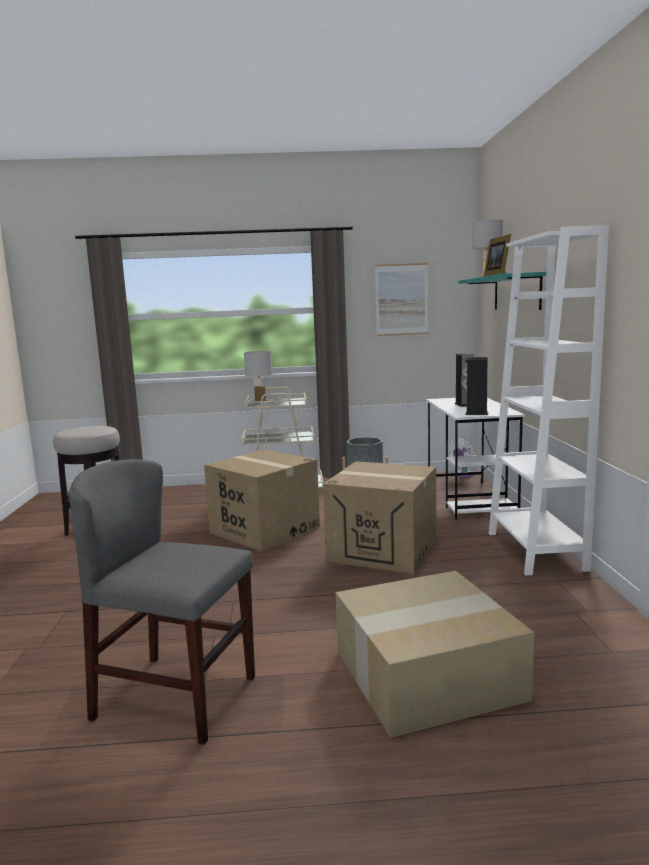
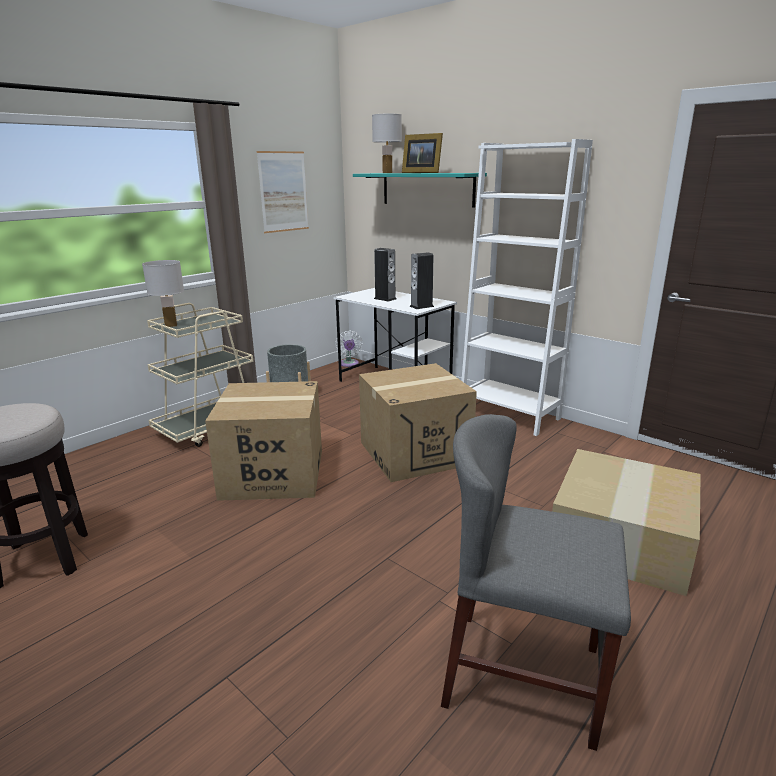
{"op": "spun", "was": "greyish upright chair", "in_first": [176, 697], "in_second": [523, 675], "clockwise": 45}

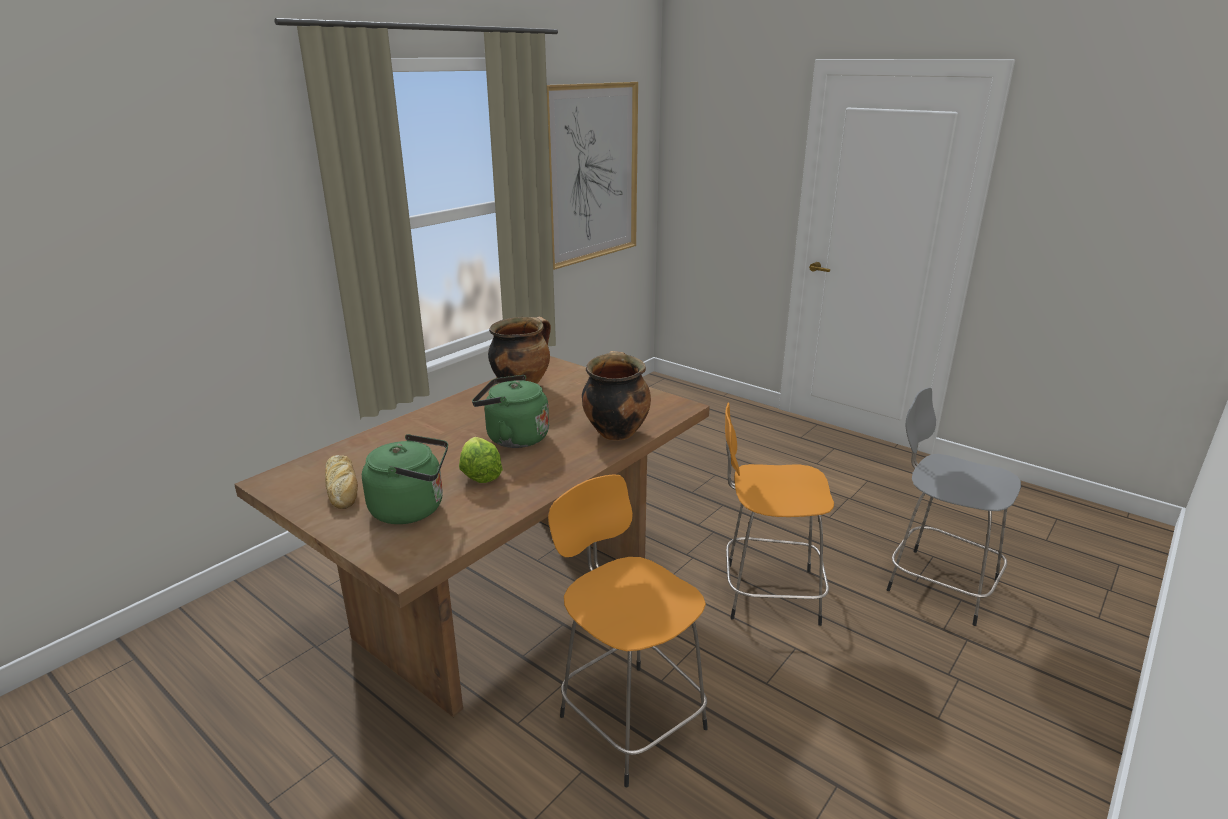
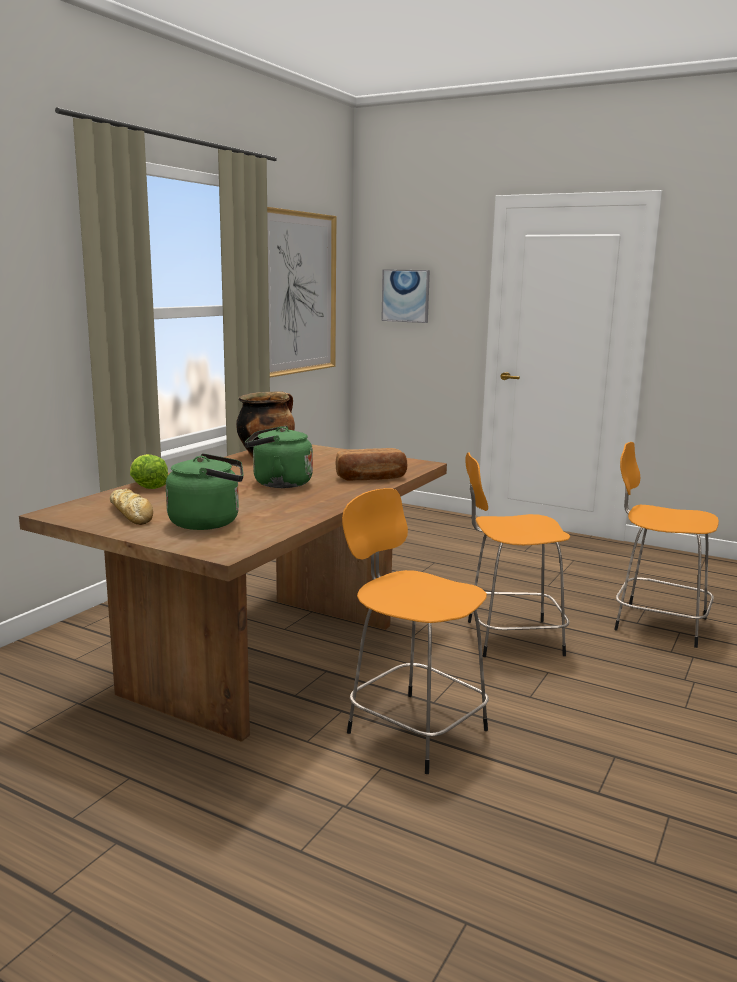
{"op": "relocated", "was": "lettuce head", "in_first": [480, 473], "in_second": [147, 485]}
{"op": "exchanged", "was": "stockpot", "now": "bread", "in_first": [615, 432], "in_second": [371, 478]}
{"op": "colour", "was": "greyish stool", "now": "orange-coloured stool", "in_first": [937, 584], "in_second": [656, 623]}
{"op": "appeared", "now": "wall art", "in_second": [405, 296]}

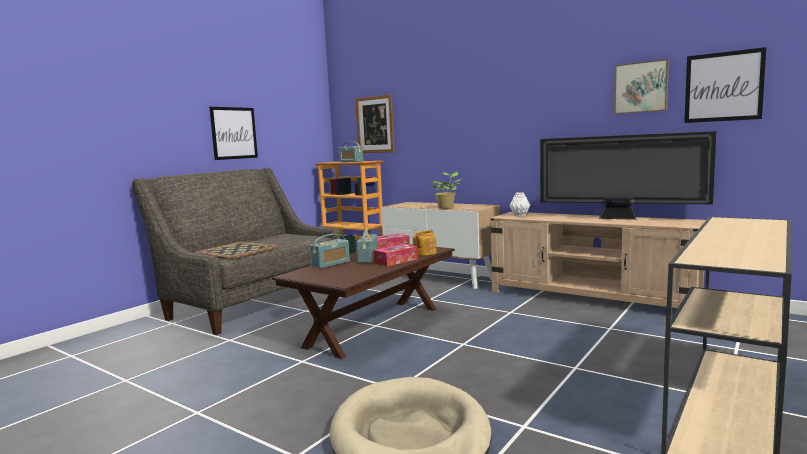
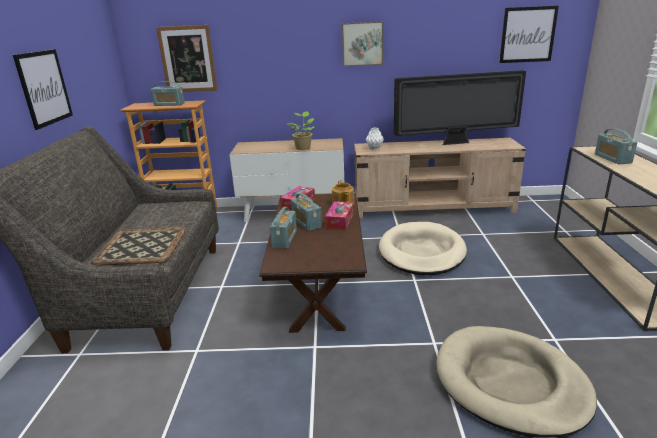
{"op": "relocated", "was": "wall art", "in_first": [641, 87], "in_second": [362, 44]}
{"op": "appeared", "now": "beige-coloured dog cushion", "in_second": [421, 252]}
{"op": "appeared", "now": "radio receiver", "in_second": [612, 159]}

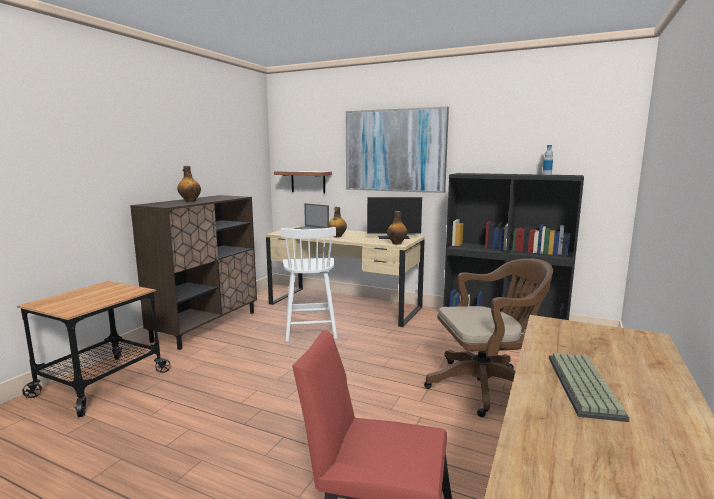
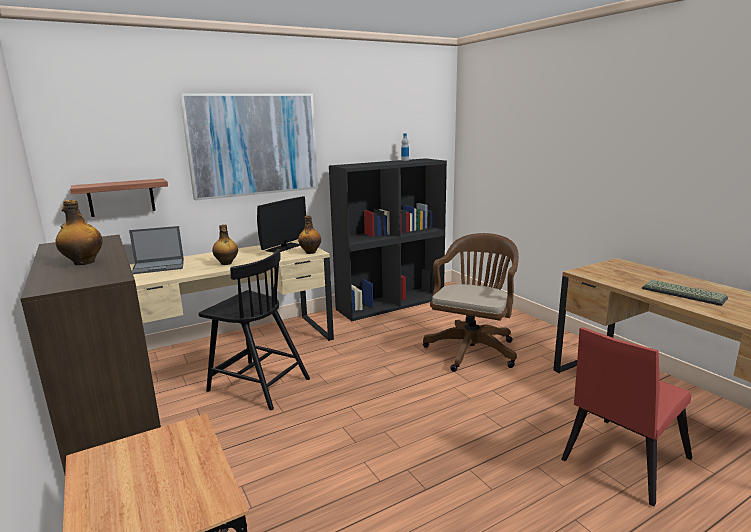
{"op": "colour", "was": "white upright chair", "now": "black-coloured upright chair", "in_first": [310, 327], "in_second": [257, 384]}

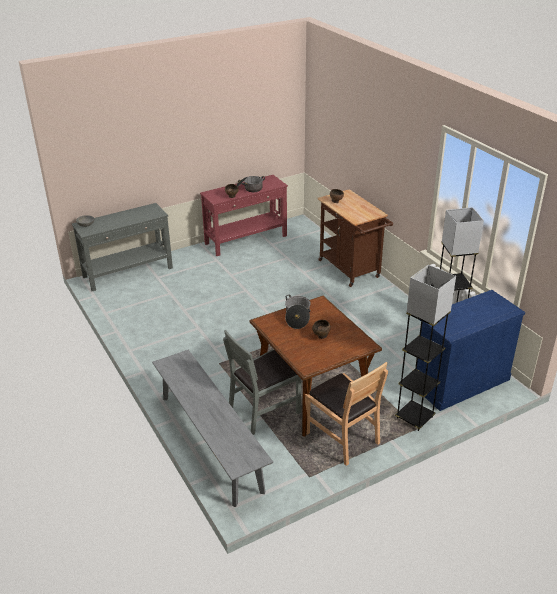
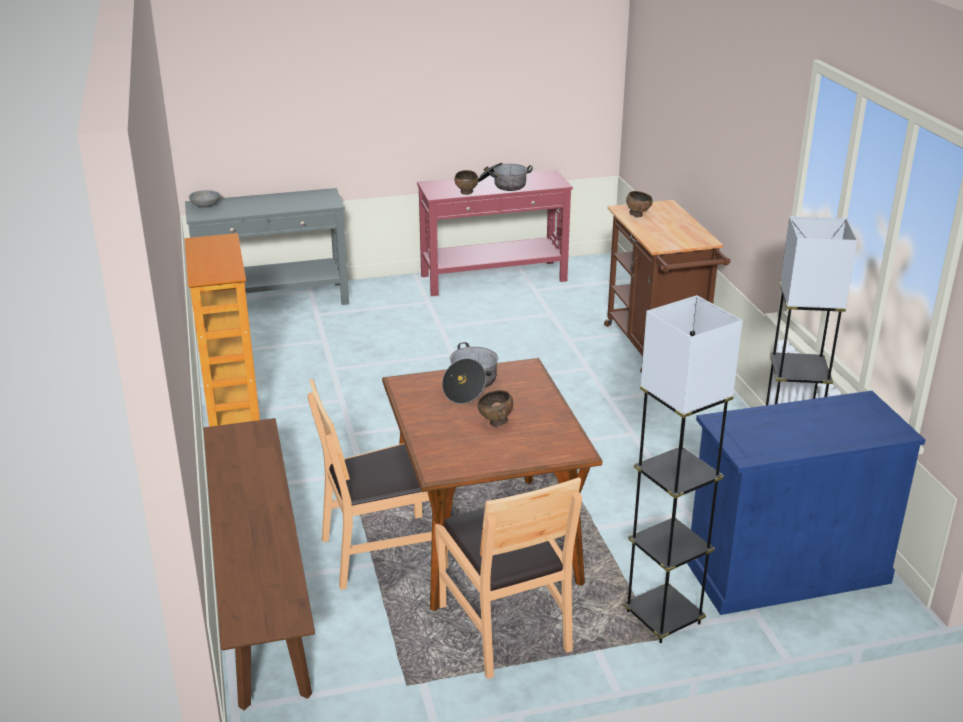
{"op": "colour", "was": "greyish bench", "now": "brown bench", "in_first": [210, 442], "in_second": [260, 587]}
{"op": "colour", "was": "greyish upright chair", "now": "brown upright chair", "in_first": [264, 410], "in_second": [383, 551]}
{"op": "appeared", "now": "bookcase", "in_second": [233, 420]}

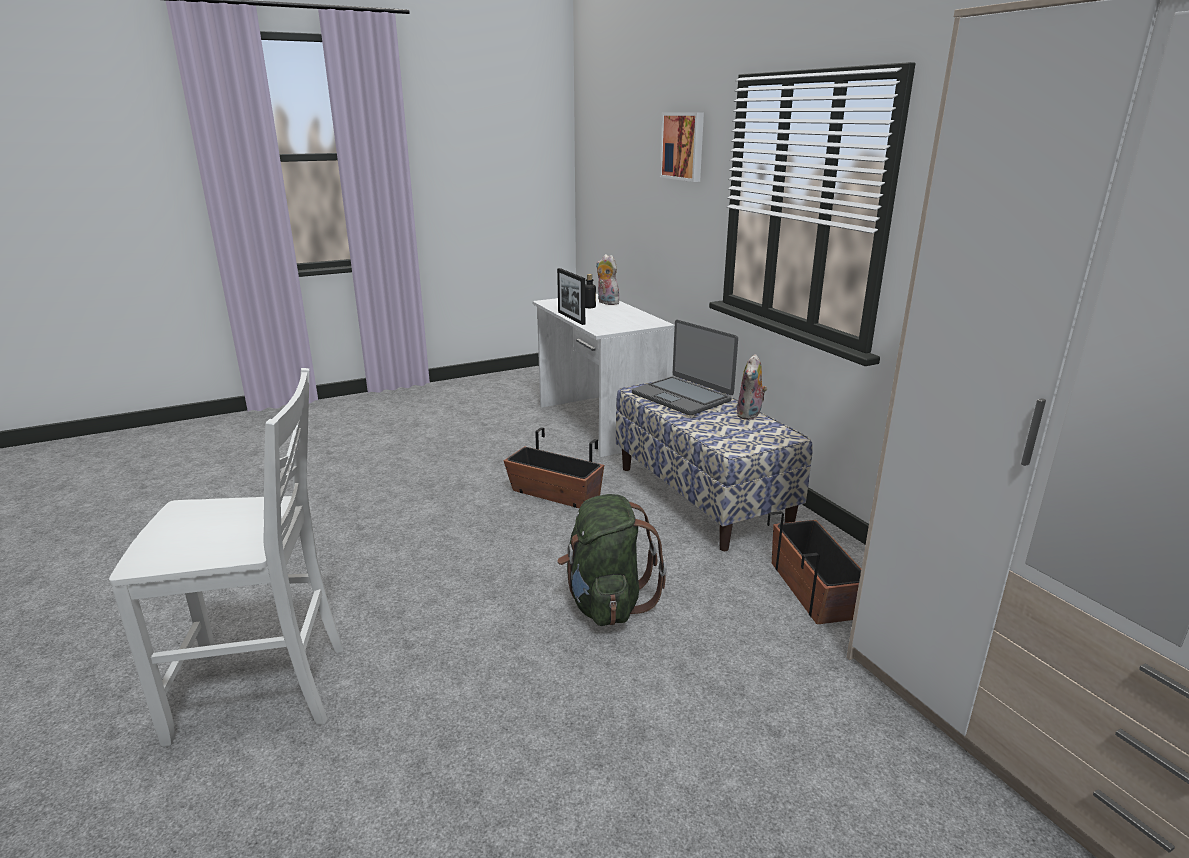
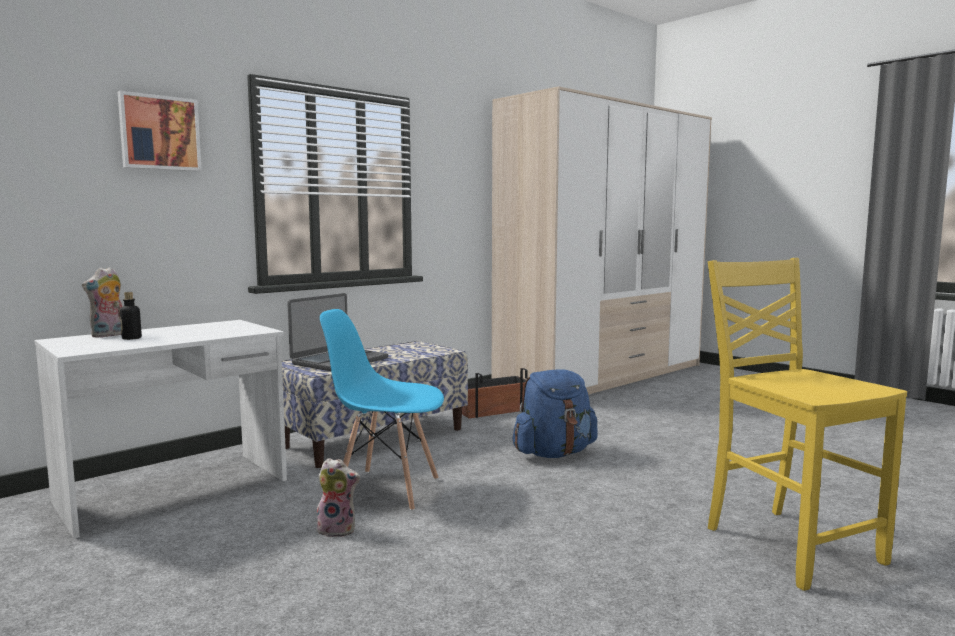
{"op": "colour", "was": "white upright chair", "now": "yellow upright chair", "in_first": [265, 691], "in_second": [789, 544]}
{"op": "exchanged", "was": "plant pot", "now": "blue upright chair", "in_first": [555, 494], "in_second": [386, 489]}
{"op": "missing", "was": "photo frame", "in_first": [571, 318]}
{"op": "colour", "was": "green-coloured backpack", "now": "blue backpack", "in_first": [606, 603], "in_second": [554, 453]}
{"op": "relocated", "was": "cuddly toy", "in_first": [750, 415], "in_second": [338, 529]}

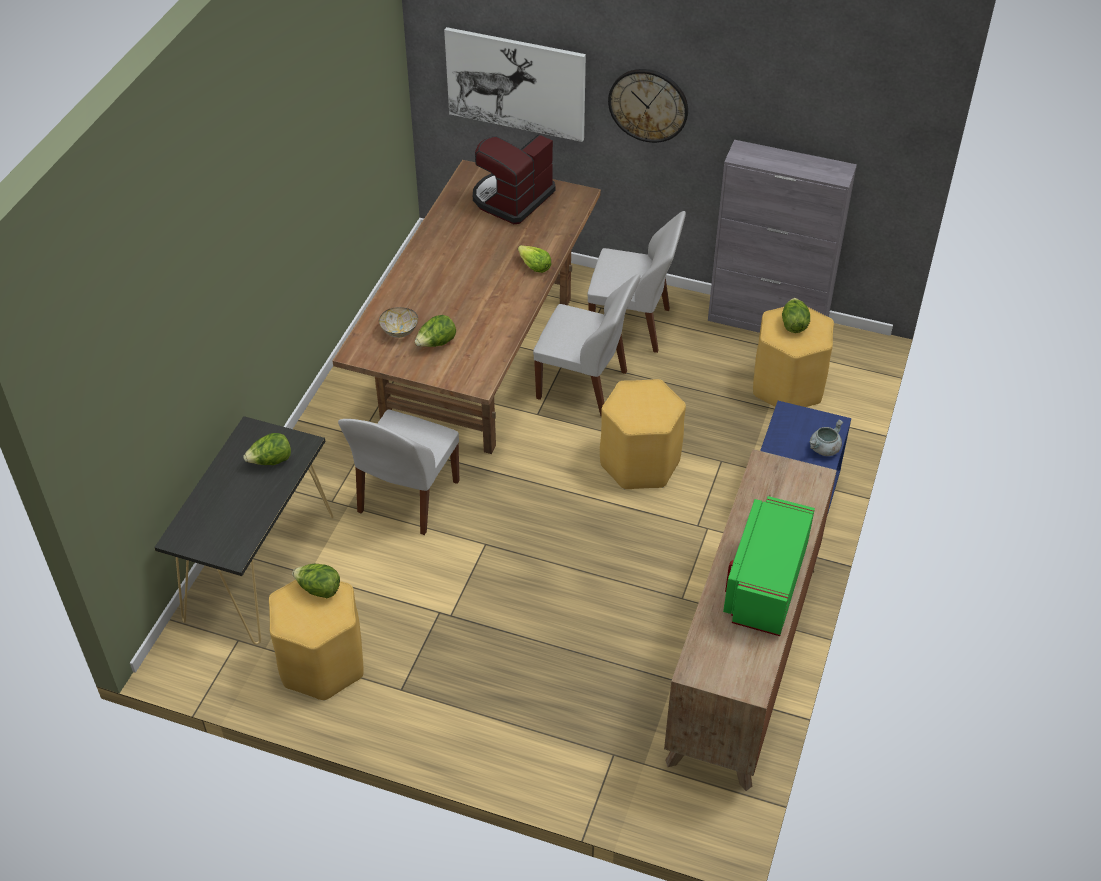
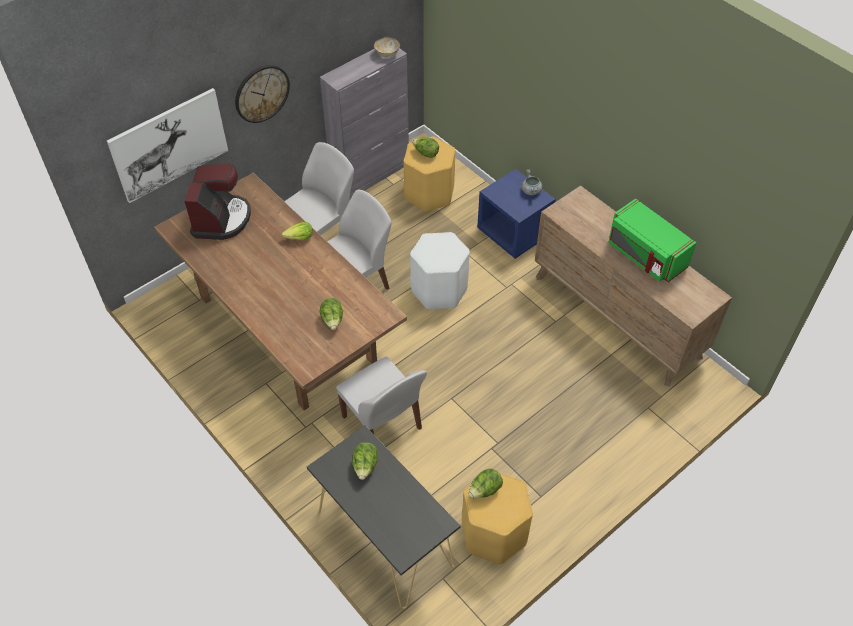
{"op": "relocated", "was": "bowl", "in_first": [400, 331], "in_second": [387, 54]}
{"op": "spun", "was": "coffee brewer", "in_first": [512, 198], "in_second": [221, 219], "clockwise": -150}
{"op": "colour", "was": "yellow stool", "now": "white stool", "in_first": [640, 463], "in_second": [439, 290]}

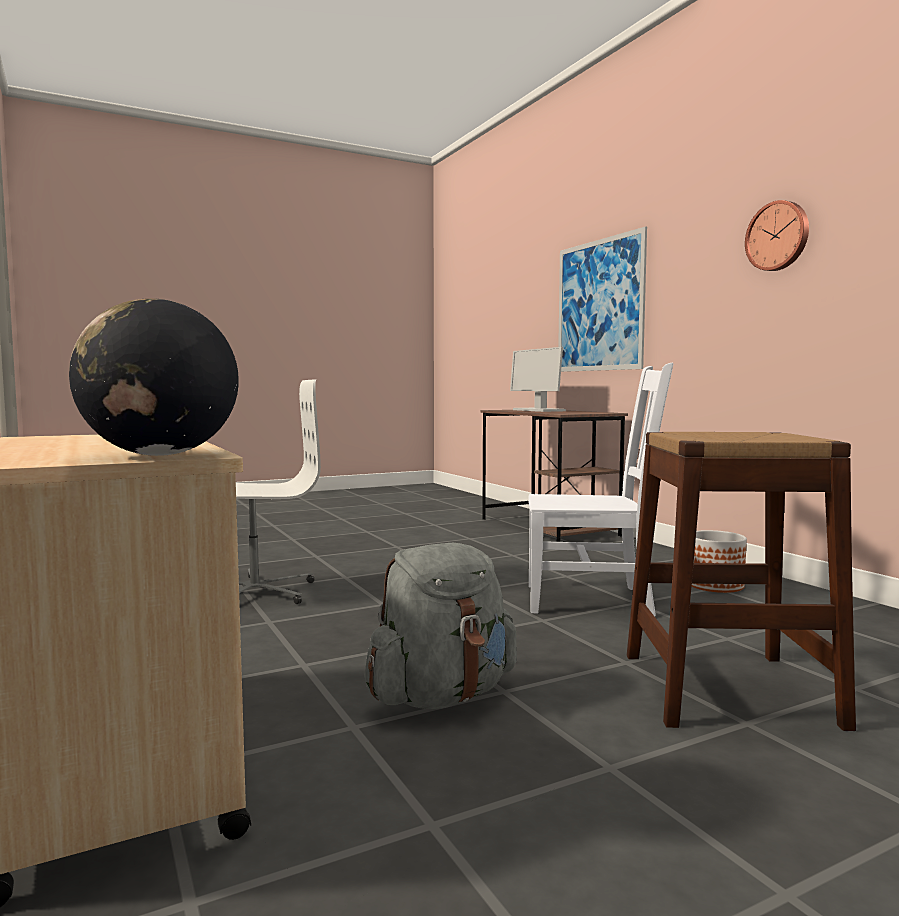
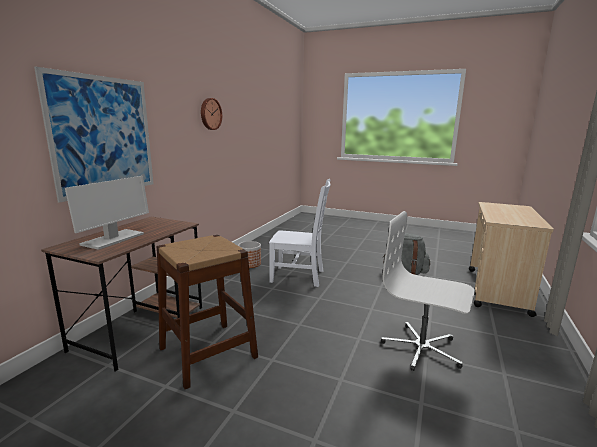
{"op": "missing", "was": "globe", "in_first": [160, 455]}
{"op": "spun", "was": "white upright chair", "in_first": [592, 600], "in_second": [299, 276], "clockwise": 135}
{"op": "relocated", "was": "brown stool", "in_first": [726, 688], "in_second": [208, 352]}

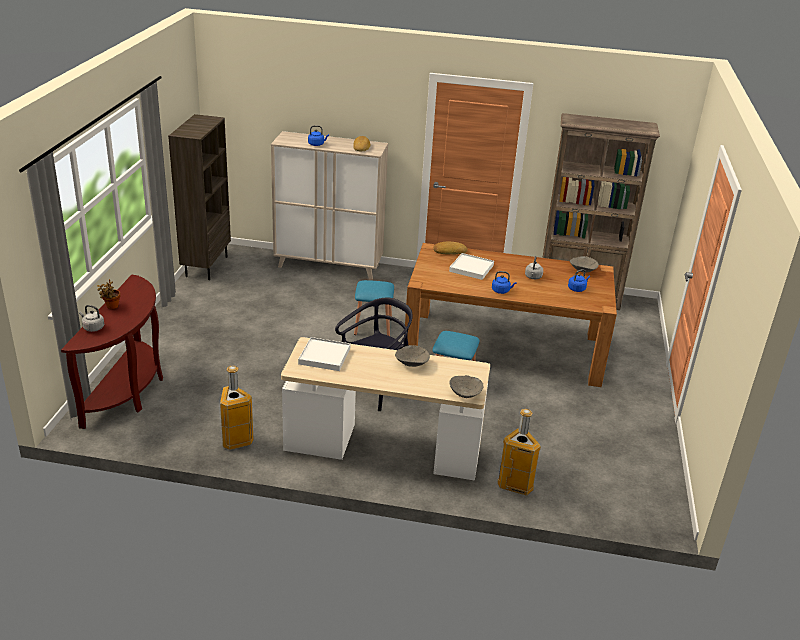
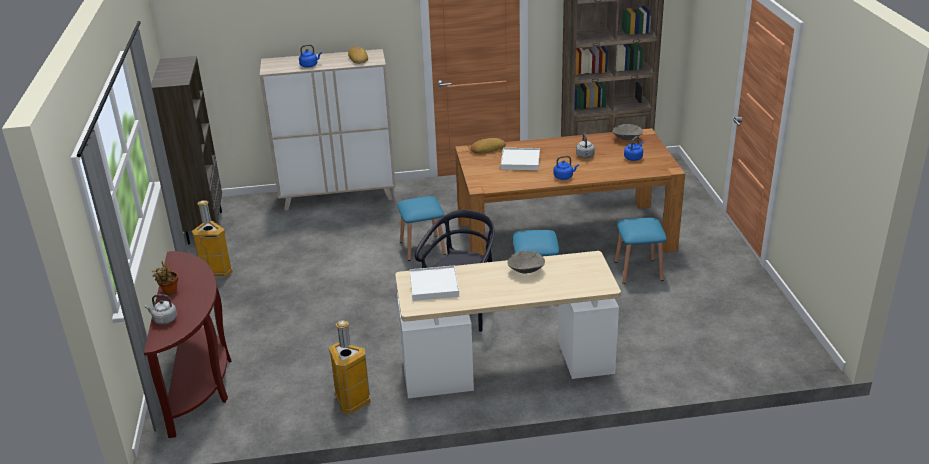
{"op": "missing", "was": "greyish bowl", "in_first": [464, 394]}
{"op": "relocated", "was": "trash can", "in_first": [515, 486], "in_second": [217, 272]}
{"op": "appeared", "now": "blue stool", "in_second": [638, 271]}

